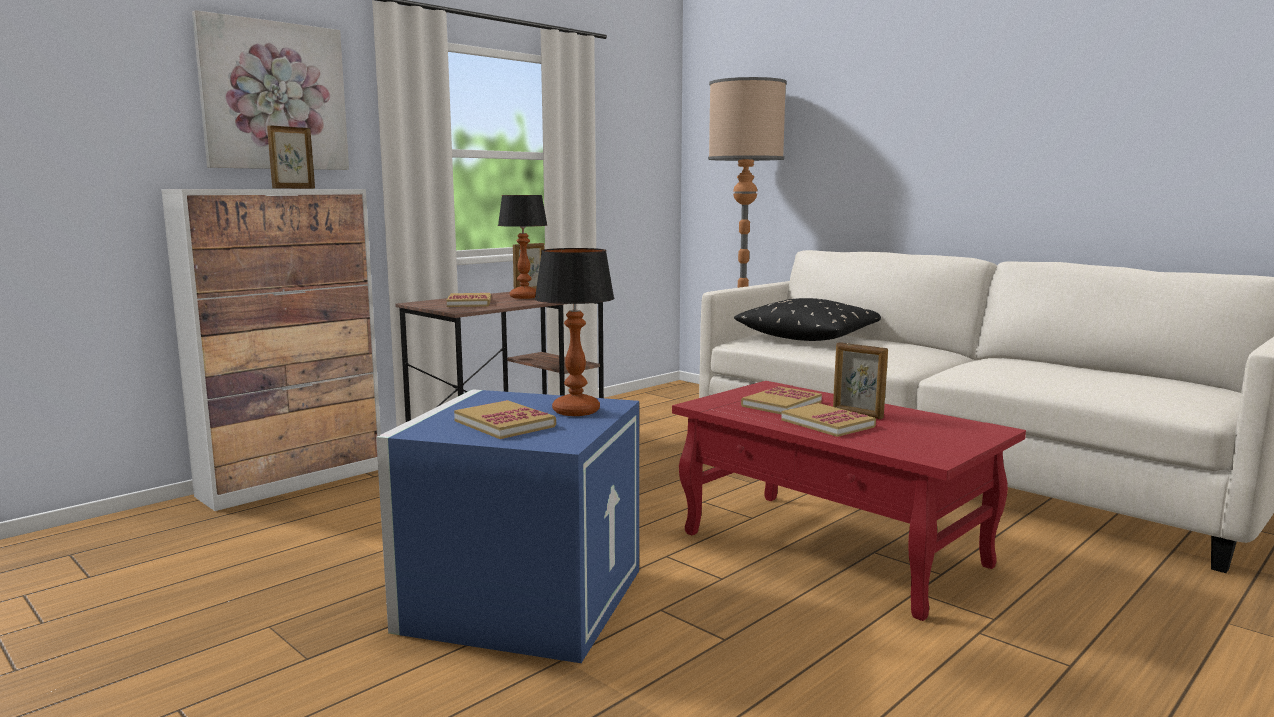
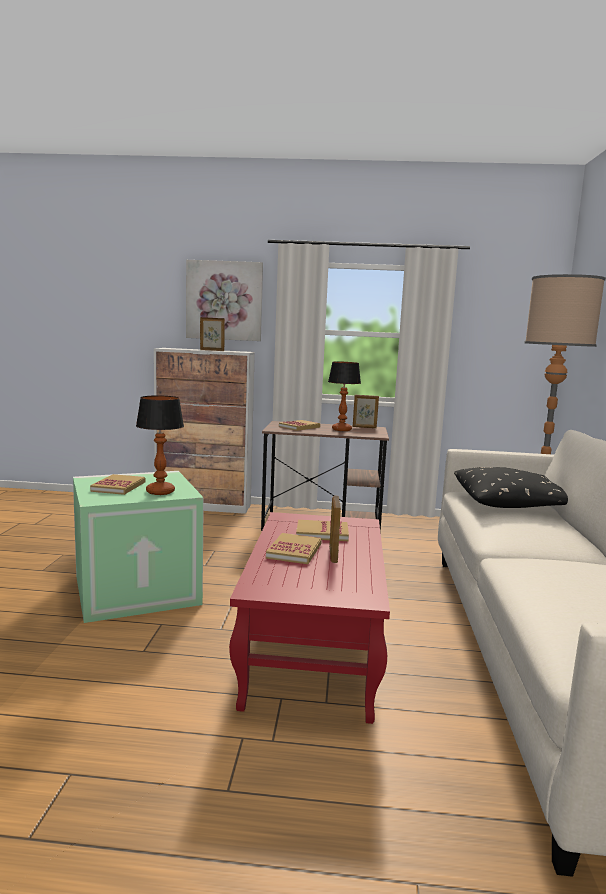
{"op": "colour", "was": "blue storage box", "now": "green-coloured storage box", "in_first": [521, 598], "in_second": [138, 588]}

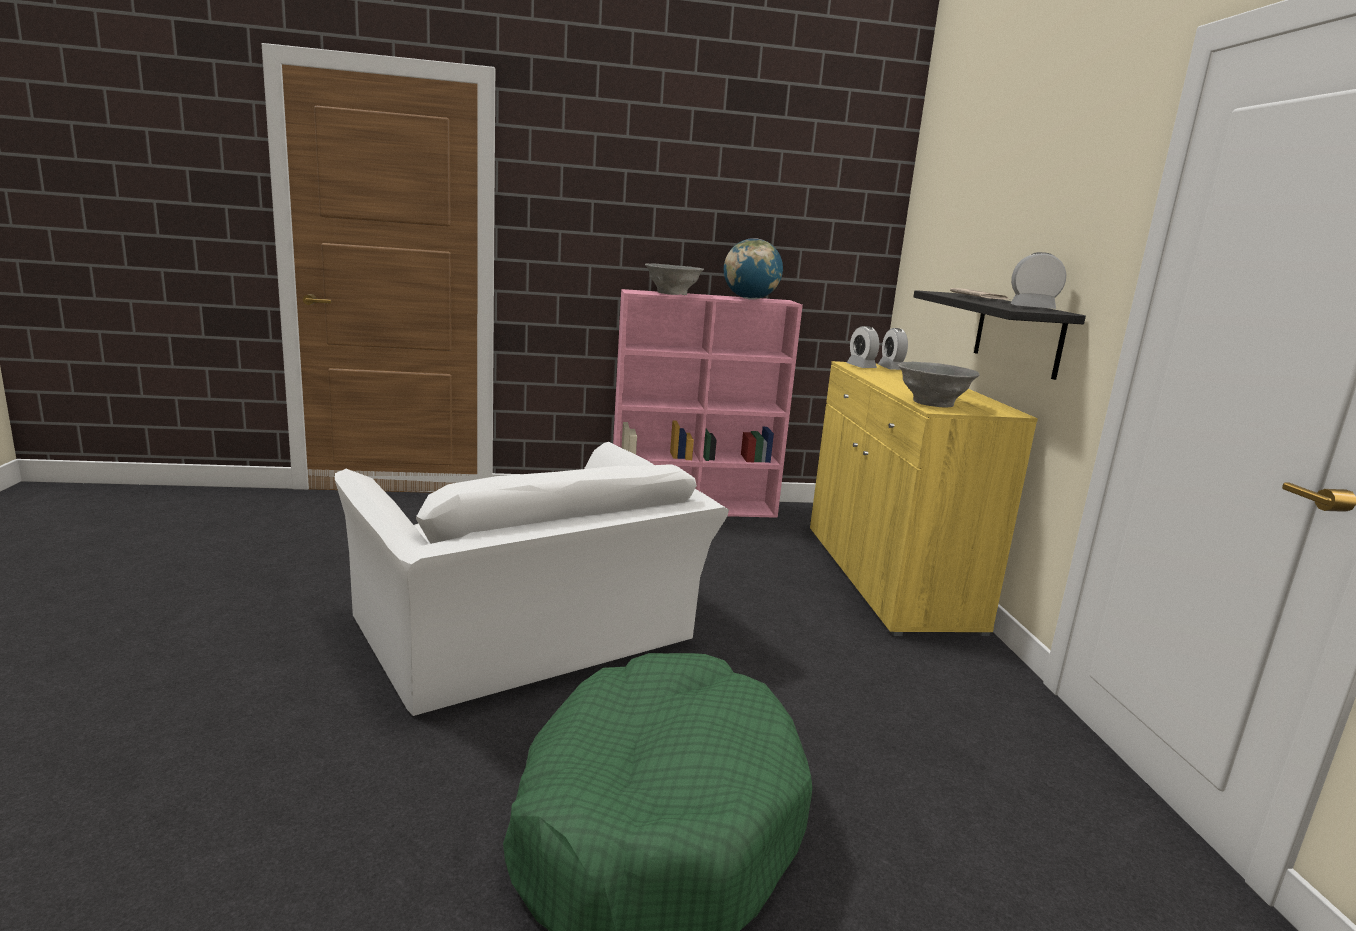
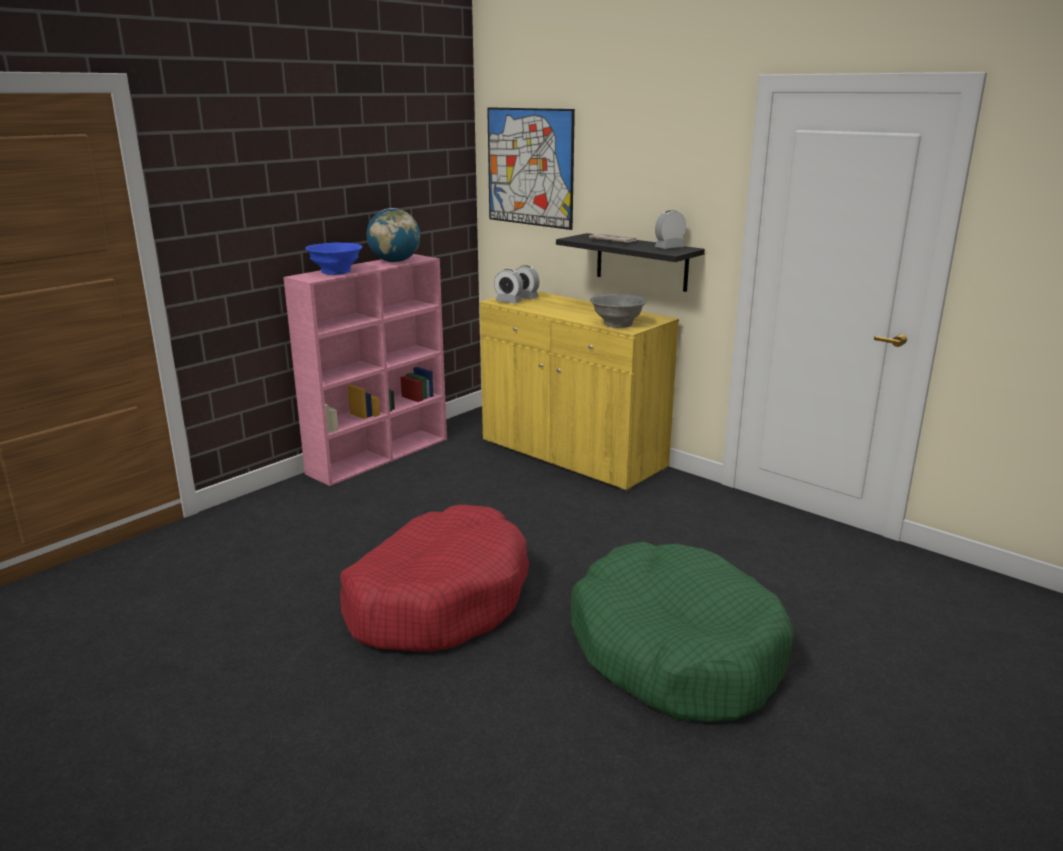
{"op": "exchanged", "was": "white easy chair", "now": "red-coloured dog cushion", "in_first": [529, 634], "in_second": [438, 599]}
{"op": "colour", "was": "greyish bowl", "now": "blue bowl", "in_first": [672, 293], "in_second": [336, 272]}
{"op": "appeared", "now": "wall art", "in_second": [530, 167]}

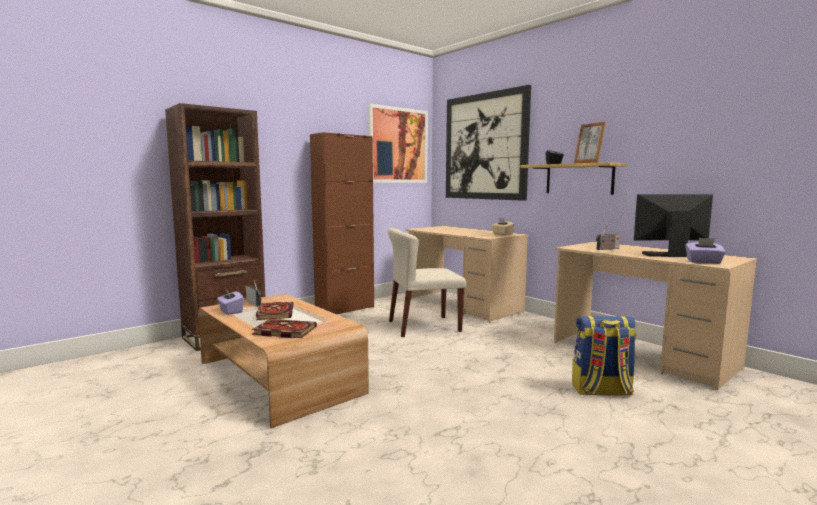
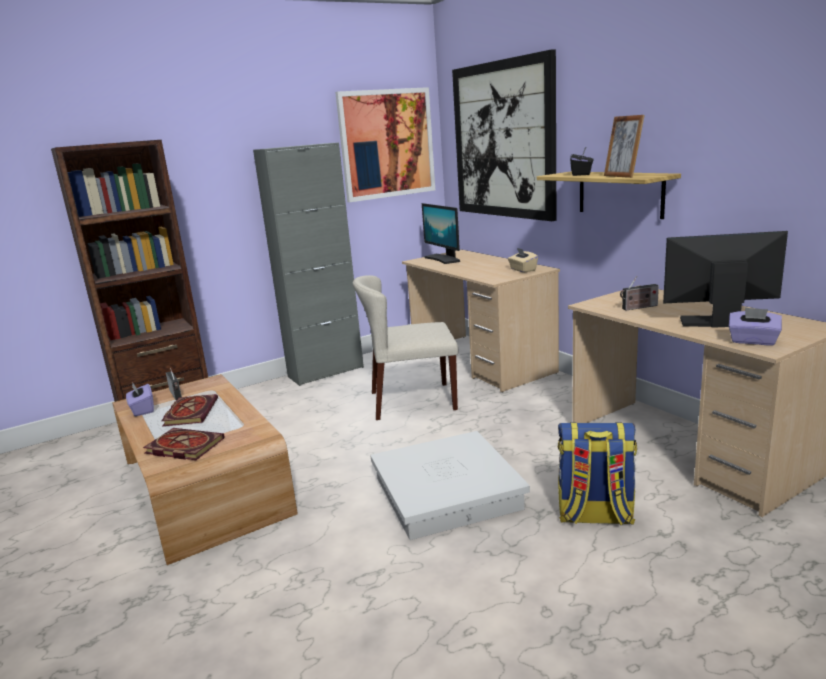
{"op": "colour", "was": "brown cupboard", "now": "greyish cupboard", "in_first": [345, 309], "in_second": [326, 372]}
{"op": "appeared", "now": "white storage box", "in_second": [447, 492]}
{"op": "appeared", "now": "monitor", "in_second": [443, 259]}

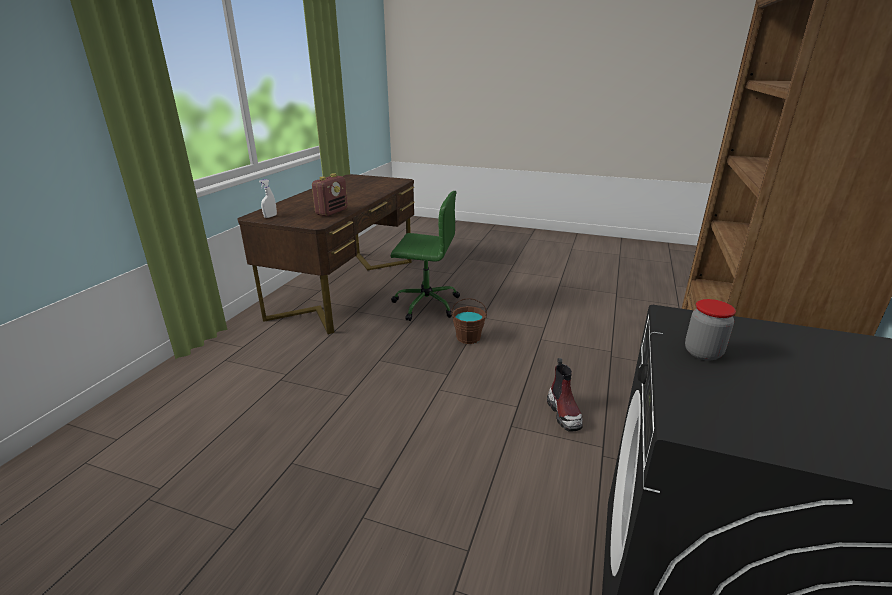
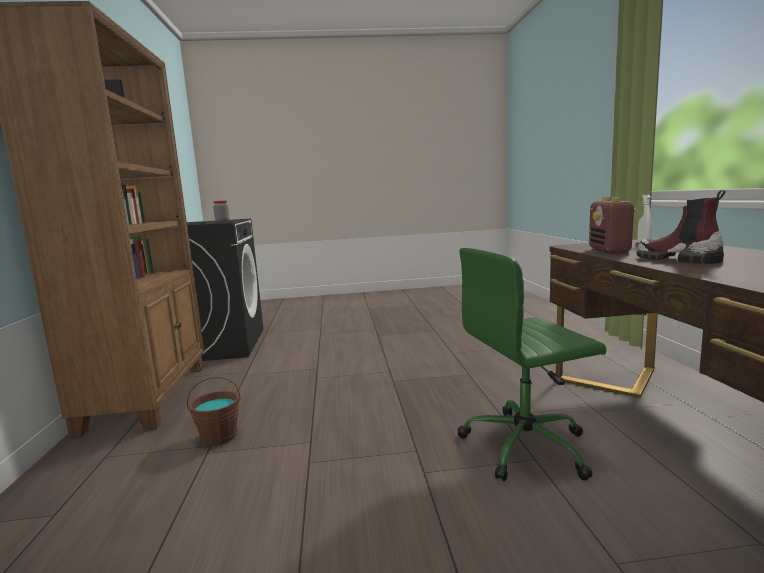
{"op": "relocated", "was": "brown water bucket", "in_first": [468, 337], "in_second": [218, 437]}
{"op": "relocated", "was": "tall boot", "in_first": [564, 413], "in_second": [677, 259]}

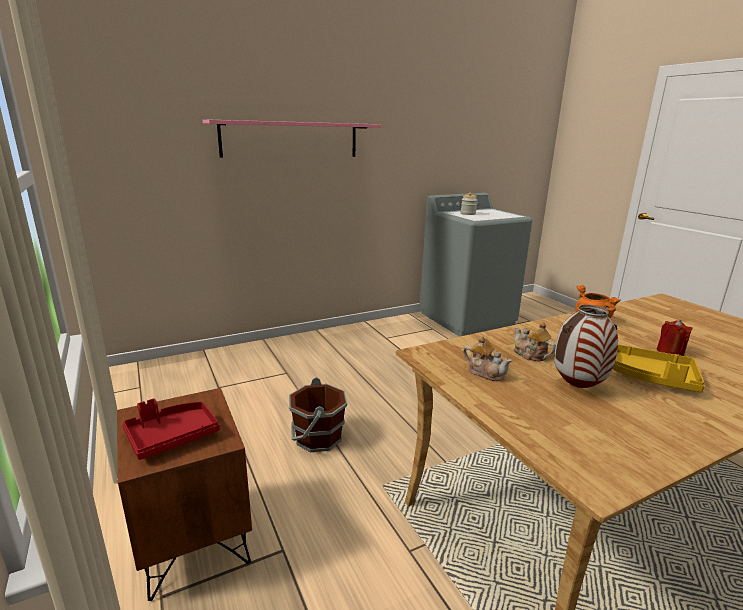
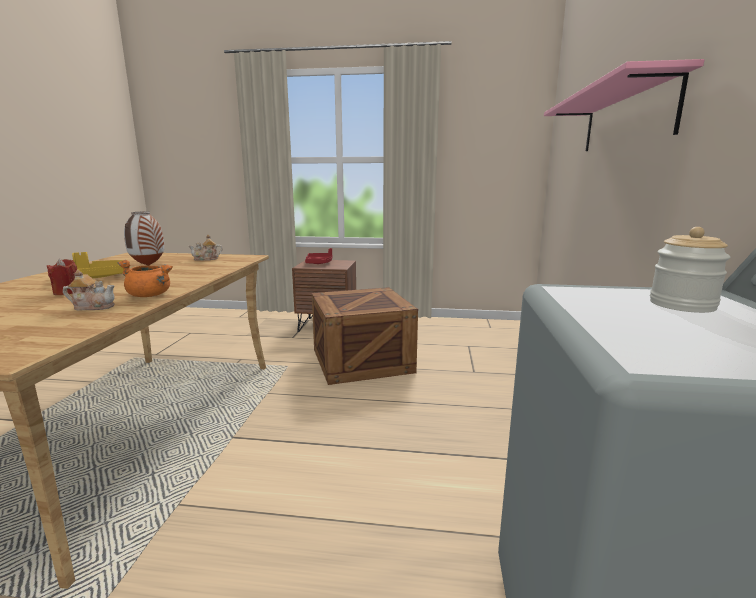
{"op": "exchanged", "was": "brown water bucket", "now": "crate", "in_first": [317, 437], "in_second": [361, 361]}
{"op": "relocated", "was": "pot for tea", "in_first": [530, 355], "in_second": [93, 307]}

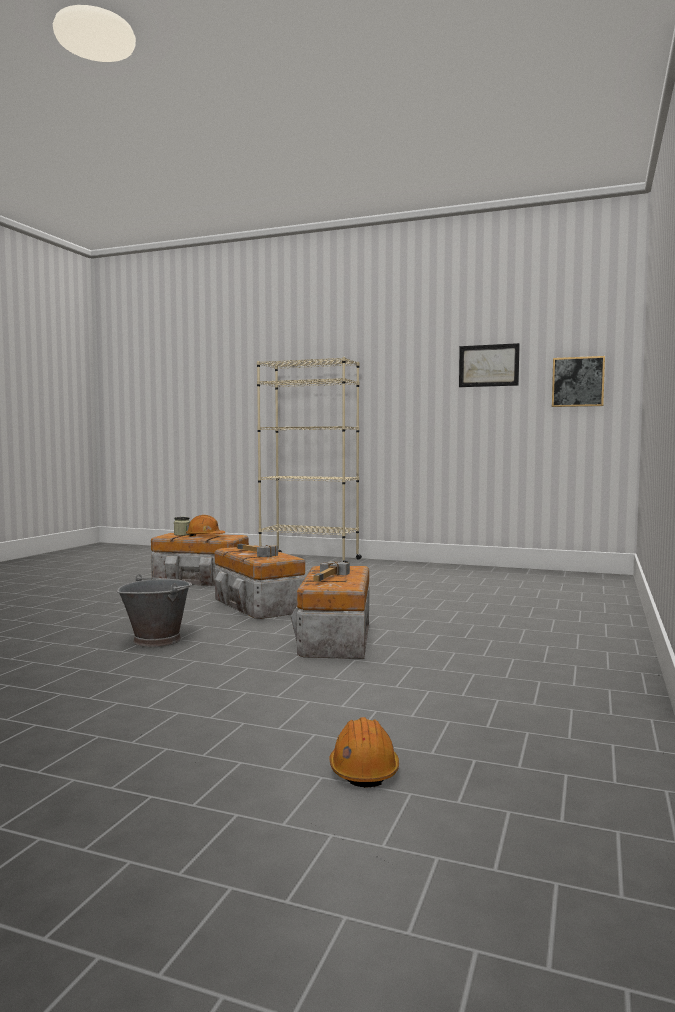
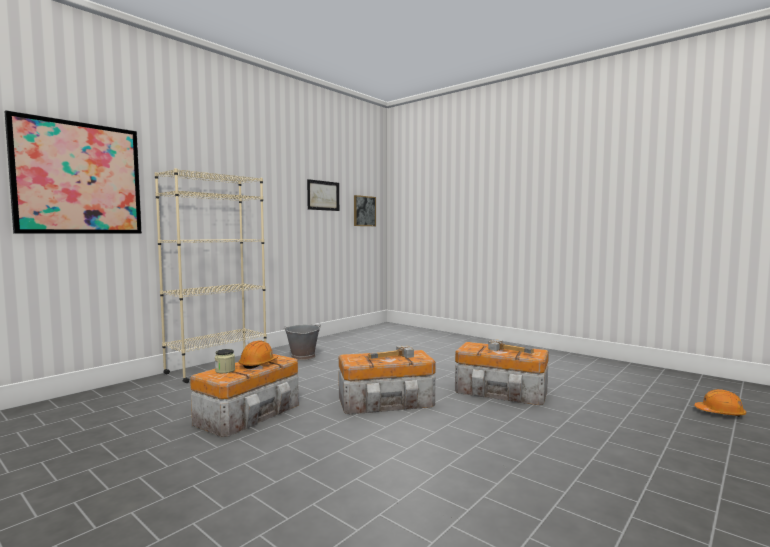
{"op": "relocated", "was": "greyish water bucket", "in_first": [157, 640], "in_second": [302, 357]}
{"op": "appeared", "now": "wall art", "in_second": [79, 178]}

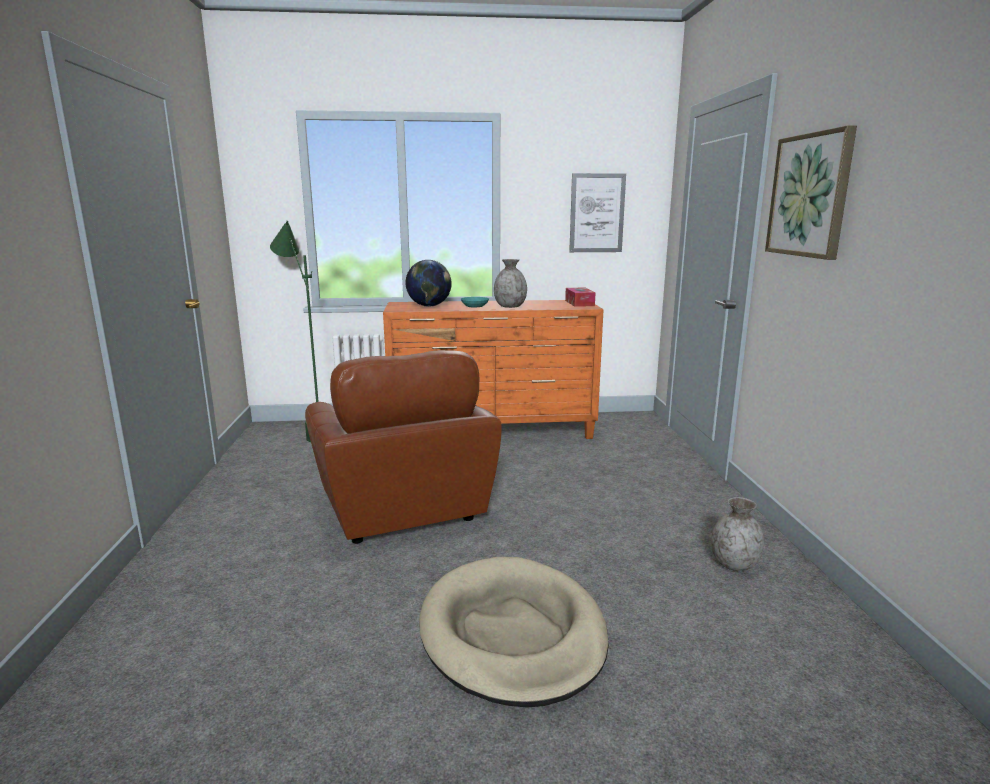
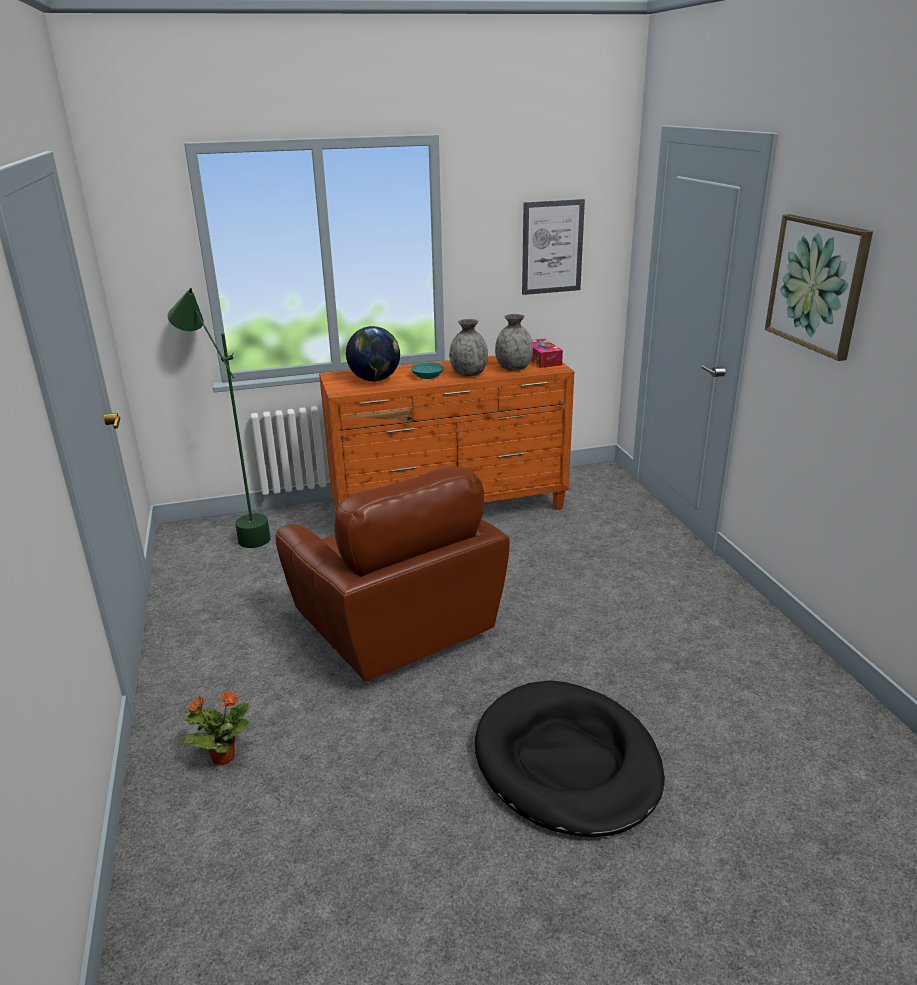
{"op": "colour", "was": "beige-coloured dog cushion", "now": "black-coloured dog cushion", "in_first": [512, 634], "in_second": [567, 762]}
{"op": "relocated", "was": "greyish flower vase", "in_first": [734, 564], "in_second": [513, 368]}
{"op": "appeared", "now": "plant in a pot", "in_second": [222, 757]}

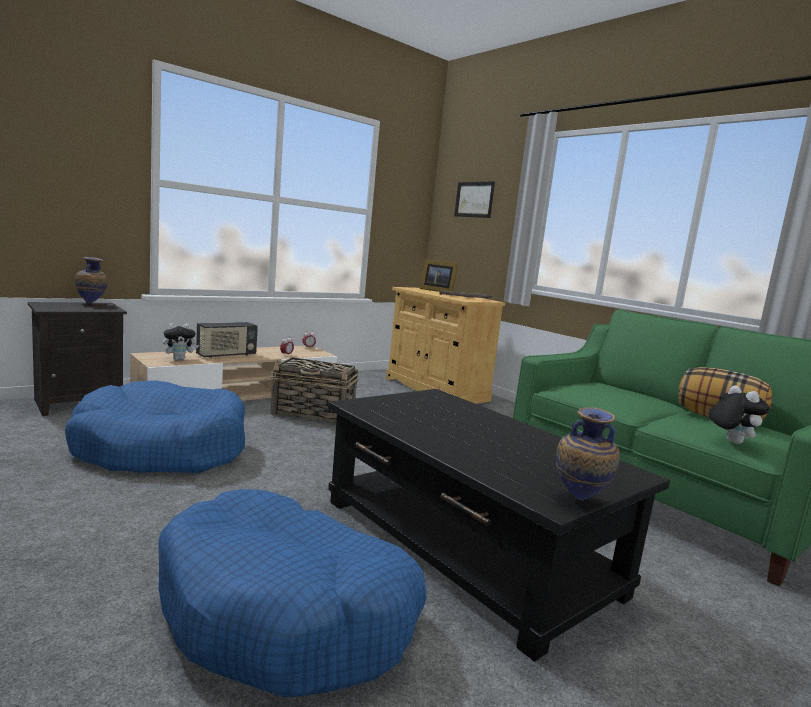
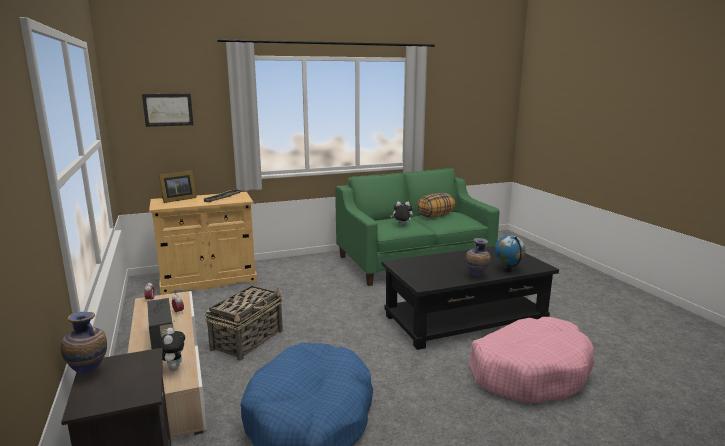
{"op": "colour", "was": "blue dog cushion", "now": "pinkish dog cushion", "in_first": [286, 612], "in_second": [529, 372]}
{"op": "relocated", "was": "flower vase", "in_first": [578, 501], "in_second": [477, 276]}
{"op": "relocated", "was": "cuddly toy", "in_first": [730, 441], "in_second": [401, 225]}
{"op": "appeared", "now": "globe", "in_second": [508, 270]}

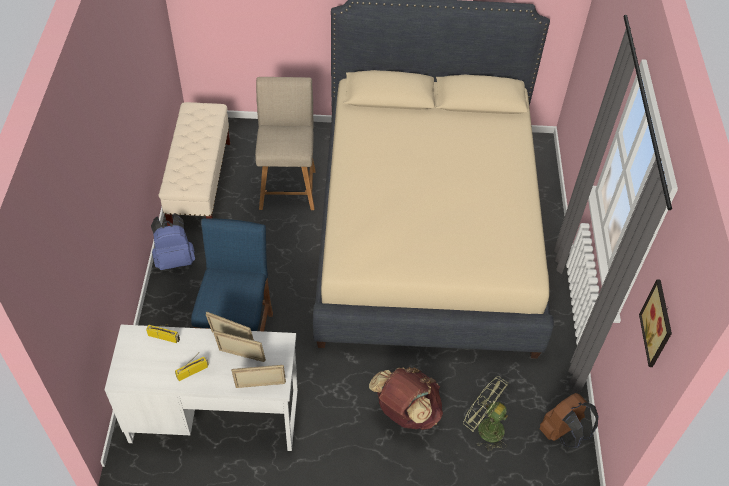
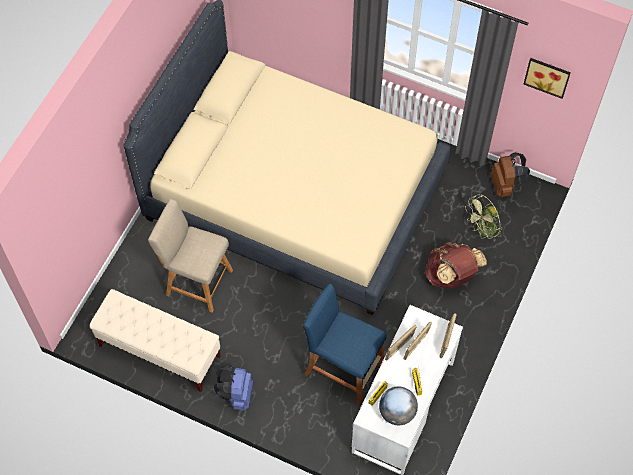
{"op": "appeared", "now": "globe", "in_second": [397, 412]}

